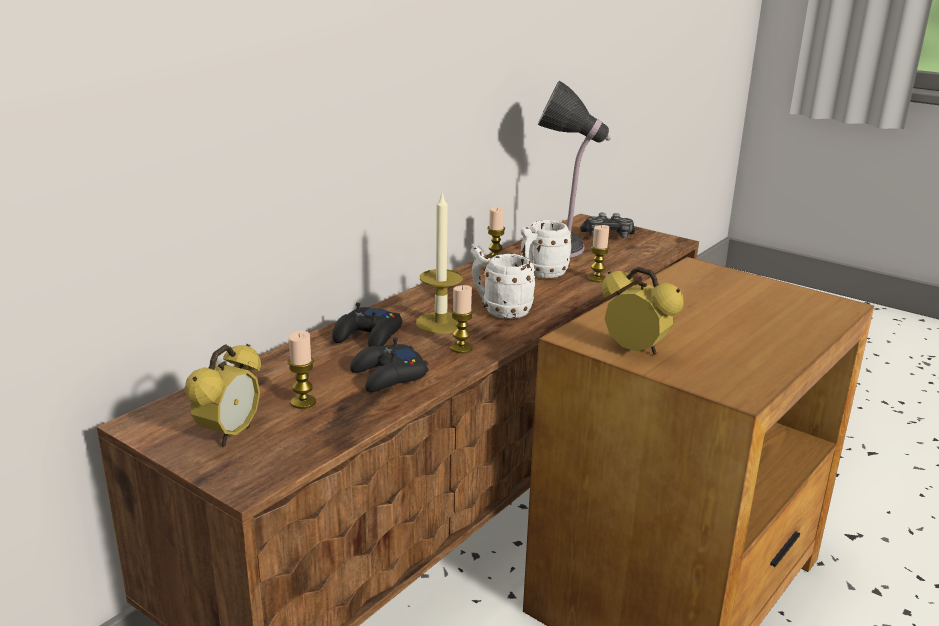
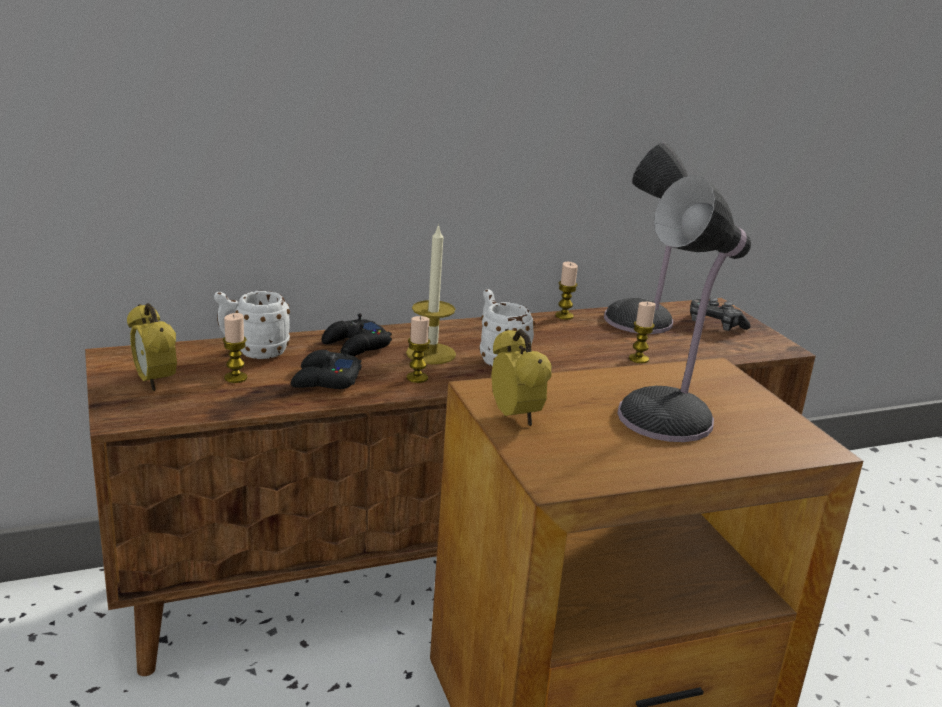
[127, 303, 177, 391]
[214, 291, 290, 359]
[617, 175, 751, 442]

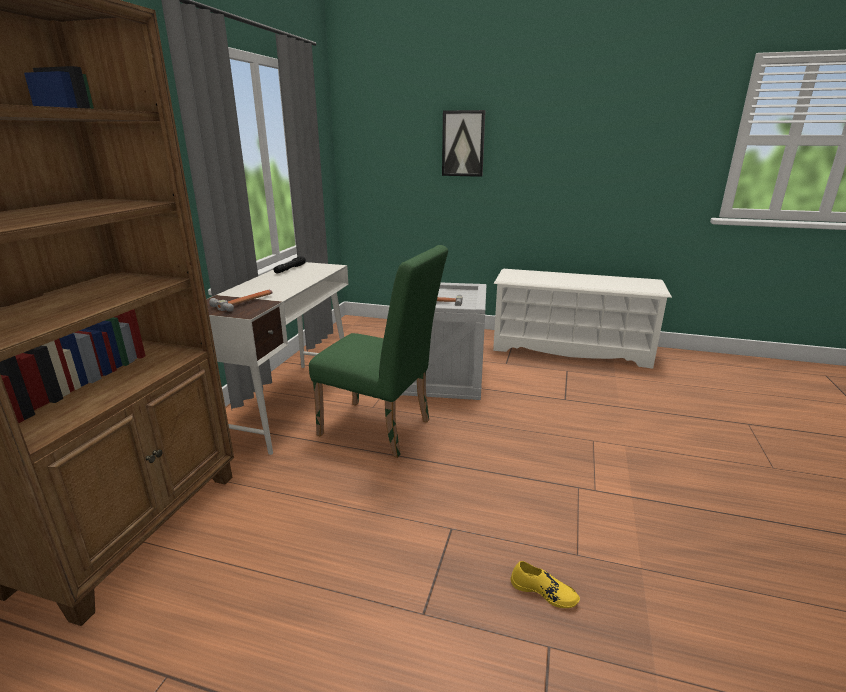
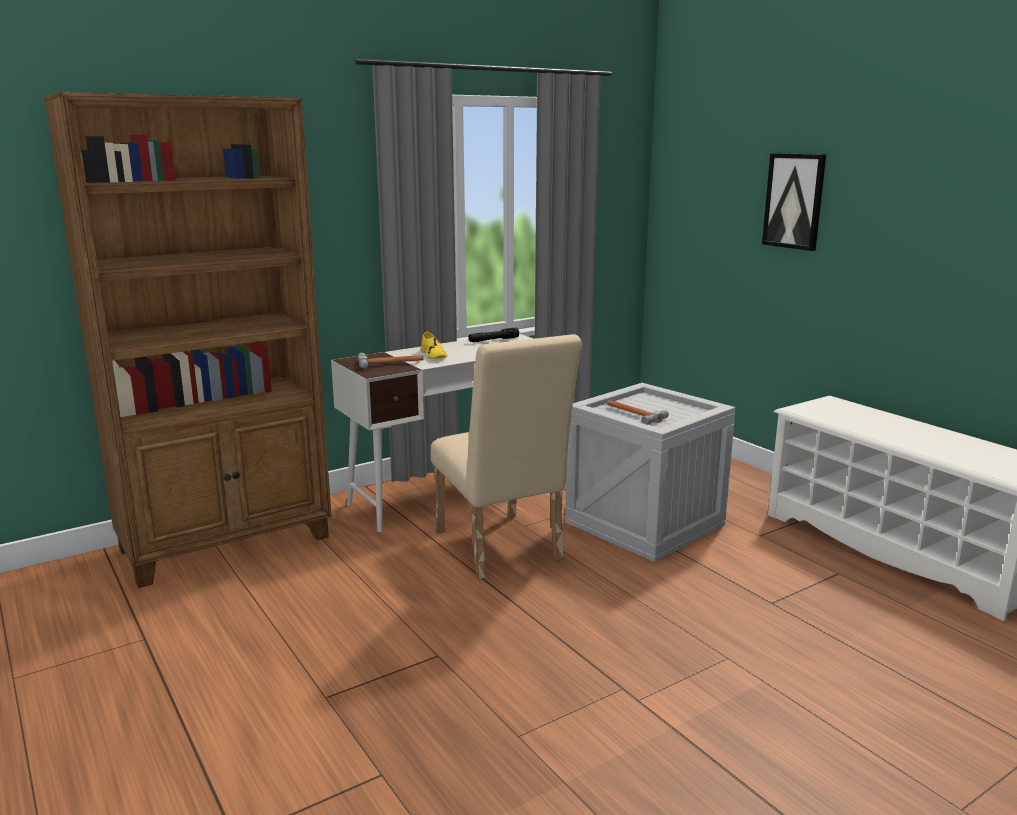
[421, 331, 447, 359]
[431, 334, 582, 579]

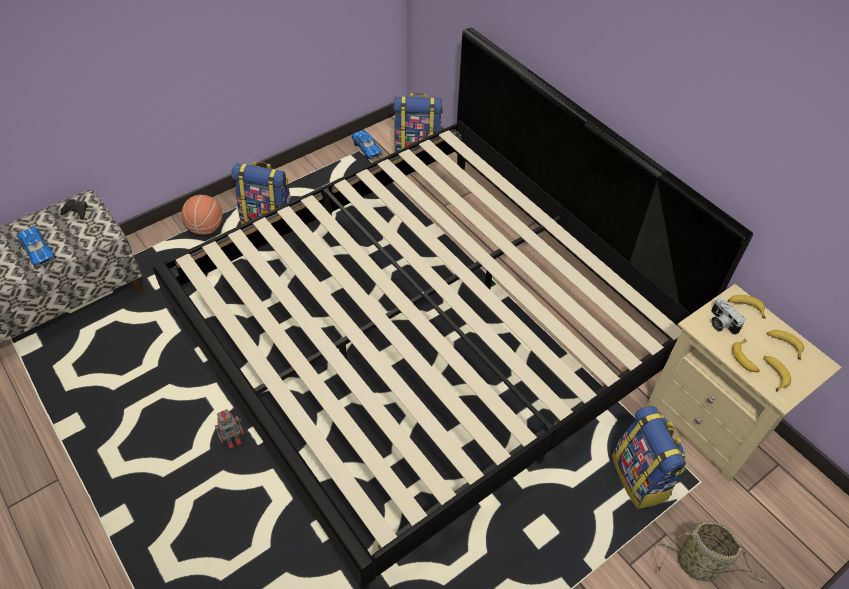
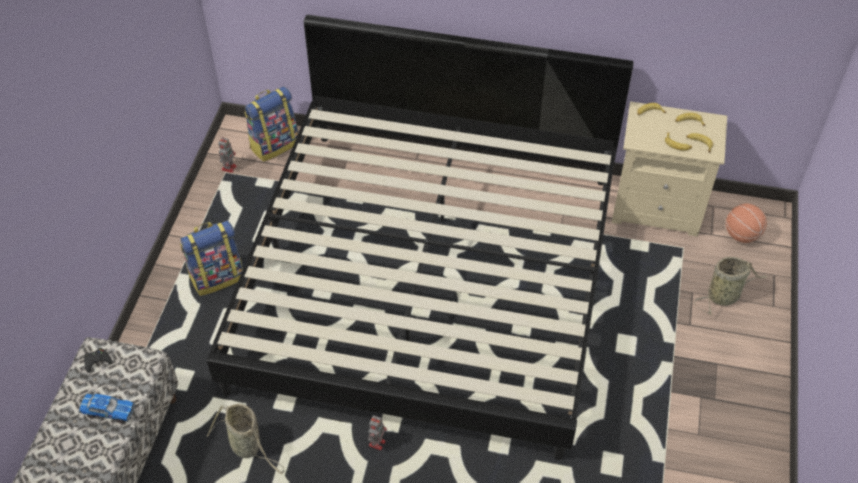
[207, 404, 285, 474]
[218, 138, 237, 173]
[726, 203, 767, 243]
[612, 406, 686, 509] (first image)
[711, 297, 745, 335] (first image)

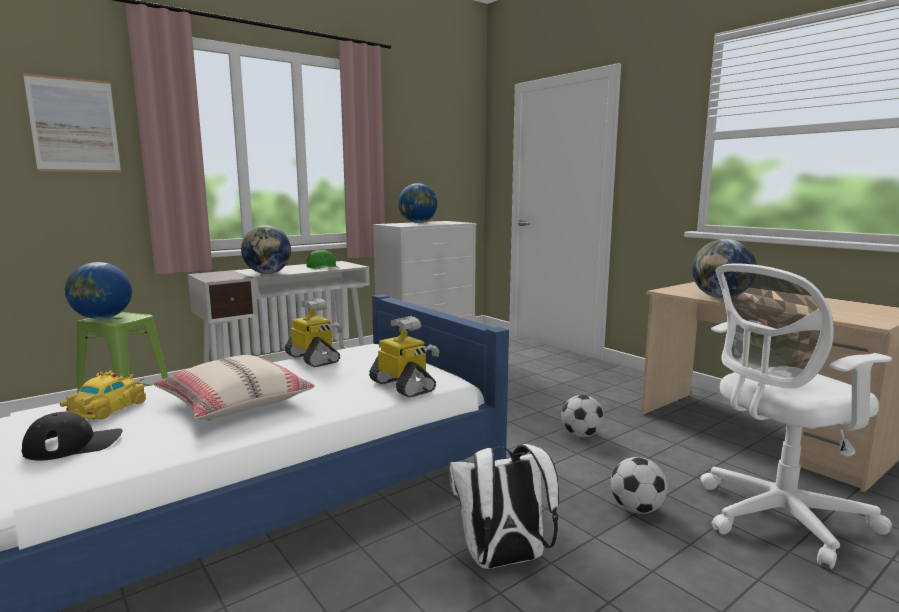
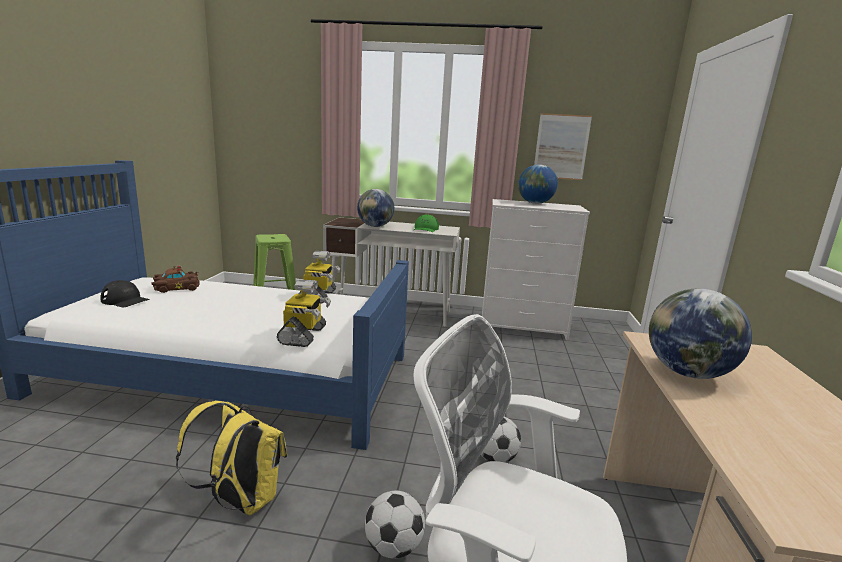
[152, 266, 200, 293]
[176, 401, 287, 515]
[534, 113, 592, 180]
[65, 262, 132, 319] (first image)
[153, 355, 315, 421] (first image)

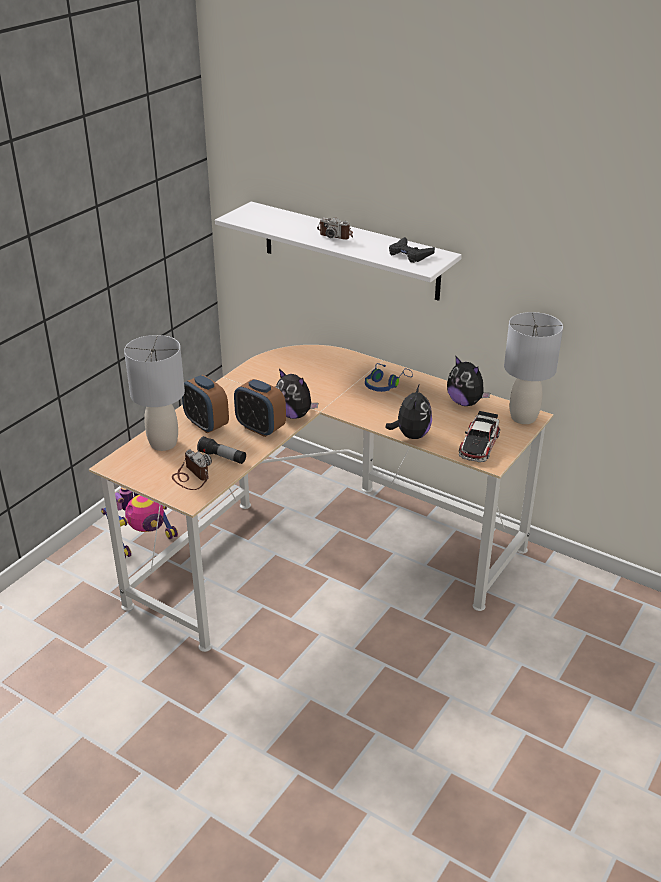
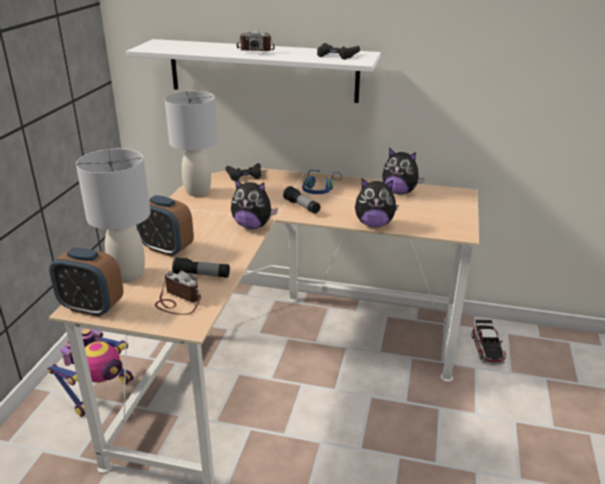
[49, 248, 123, 317]
[165, 91, 218, 196]
[226, 163, 261, 181]
[283, 186, 320, 214]
[355, 179, 399, 228]
[471, 320, 506, 365]

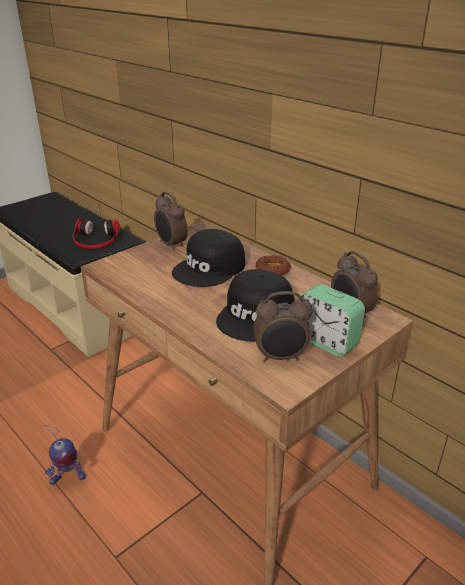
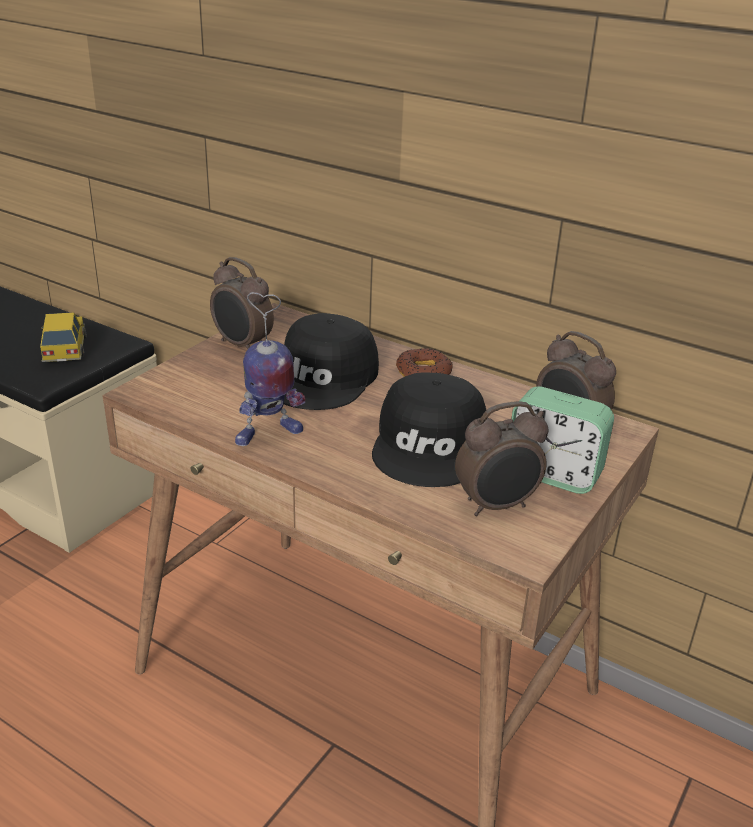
[40, 312, 86, 362]
[235, 292, 305, 446]

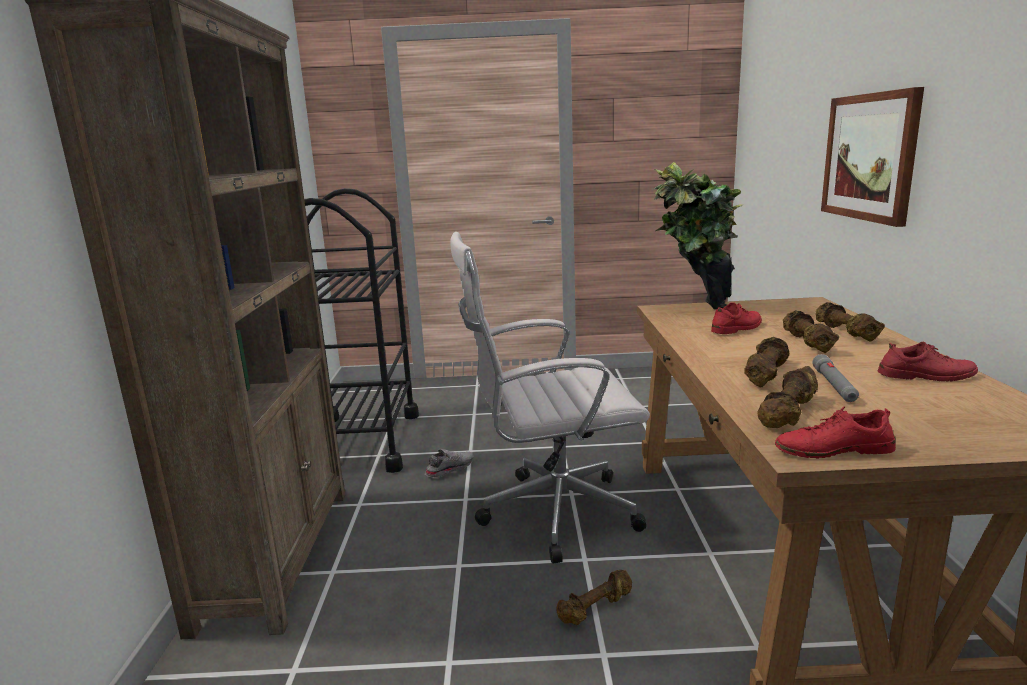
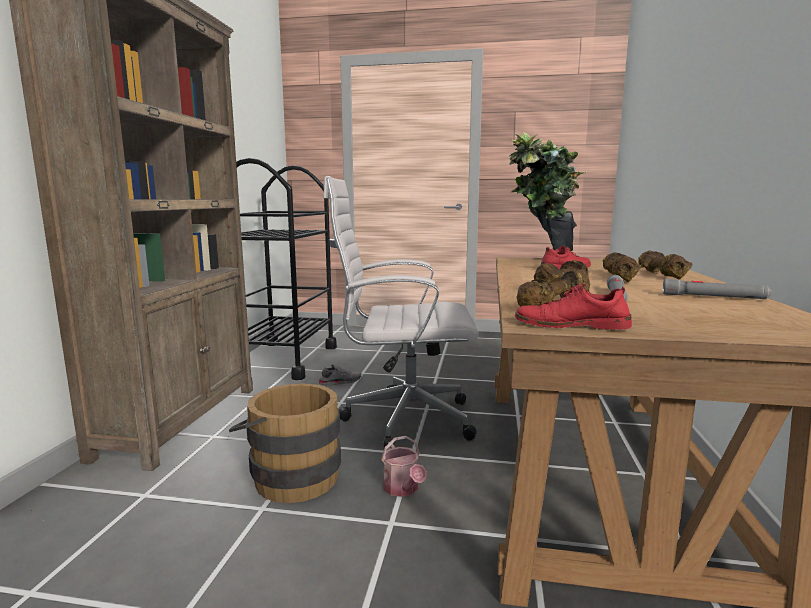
[229, 383, 341, 503]
[381, 436, 427, 497]
[663, 279, 771, 299]
[821, 87, 924, 227] (first image)

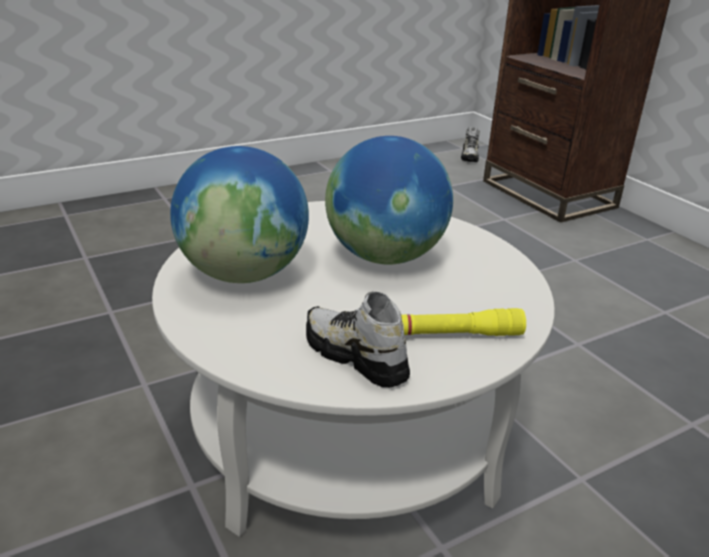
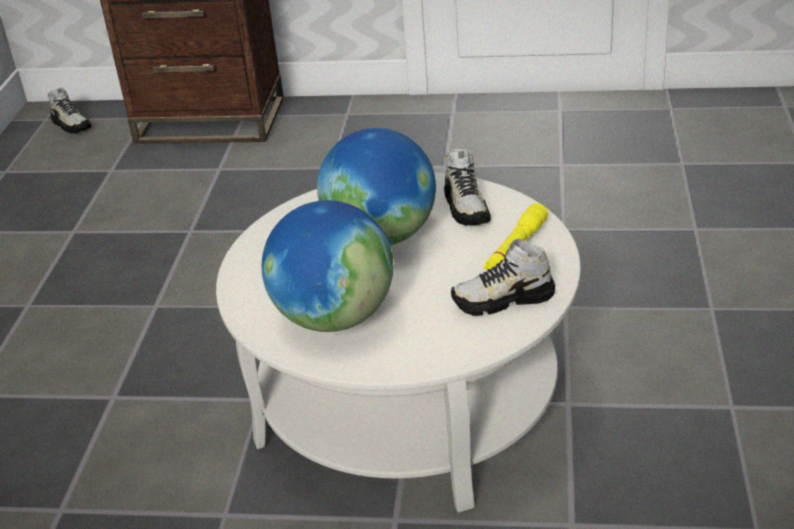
[444, 149, 491, 226]

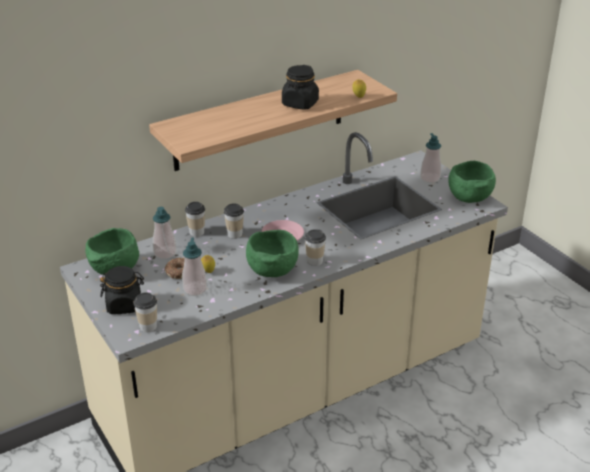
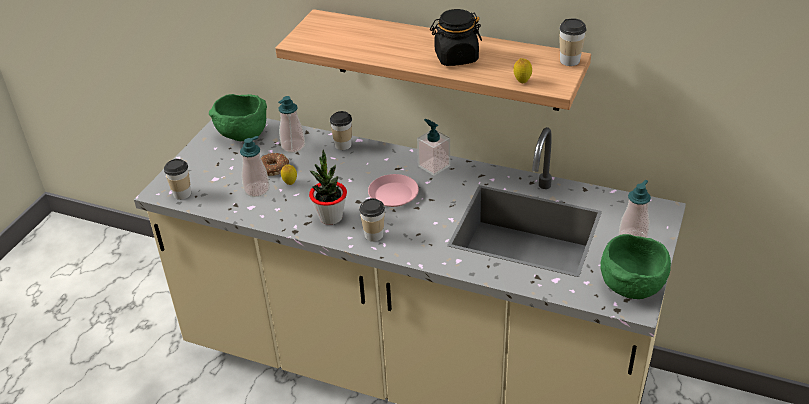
[309, 150, 347, 225]
[417, 119, 450, 176]
[559, 18, 587, 66]
[100, 266, 144, 314] (first image)

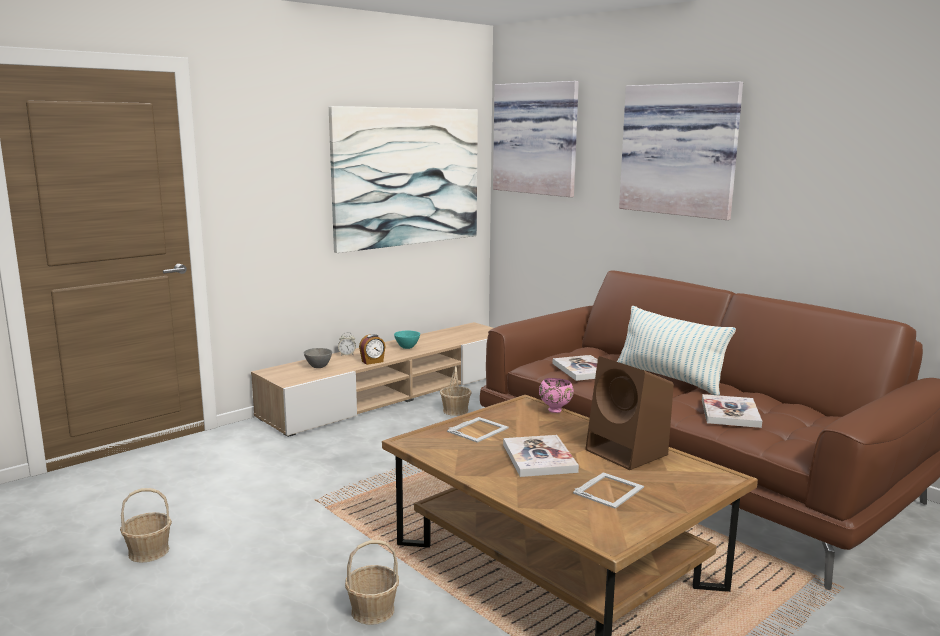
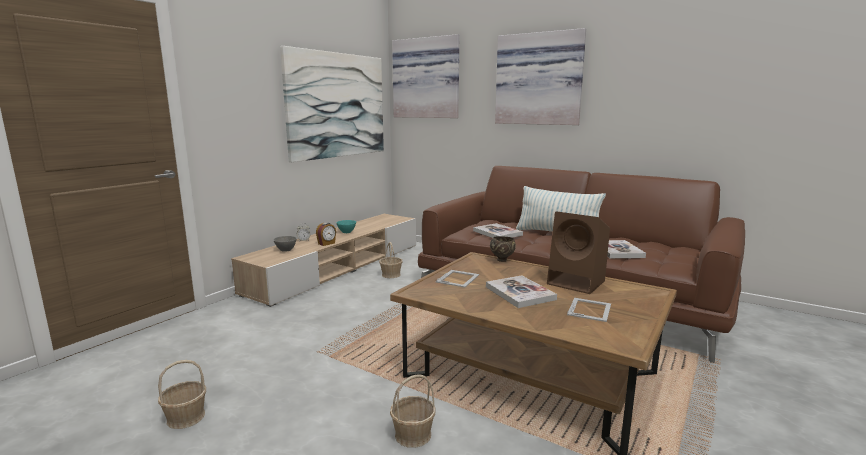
[490, 236, 516, 262]

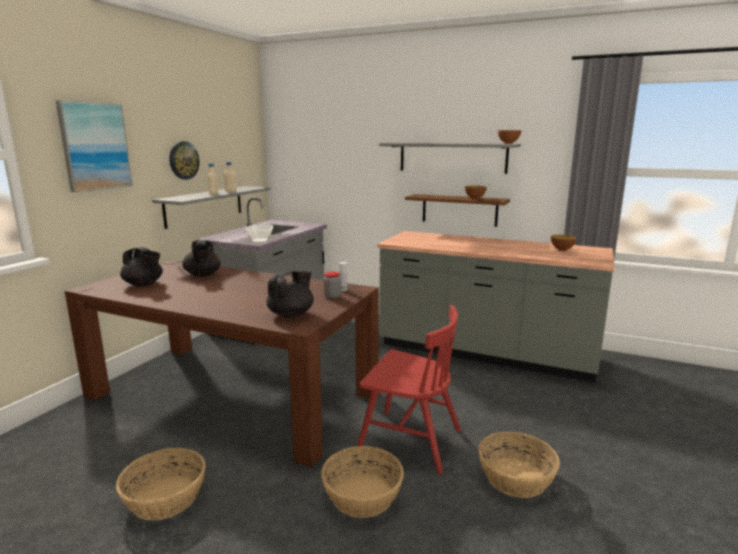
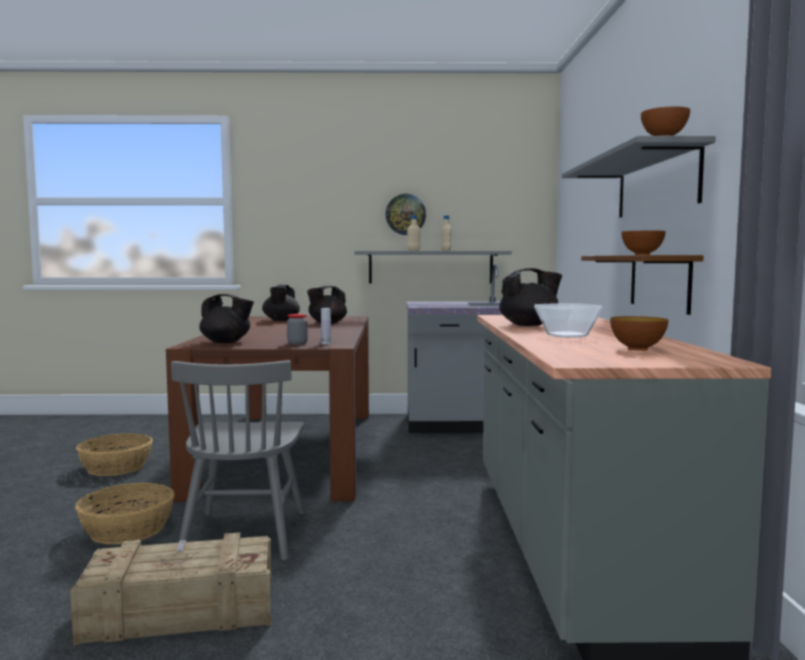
[70, 533, 272, 645]
[171, 360, 305, 561]
[499, 268, 562, 326]
[534, 303, 603, 338]
[56, 100, 133, 192] (first image)

